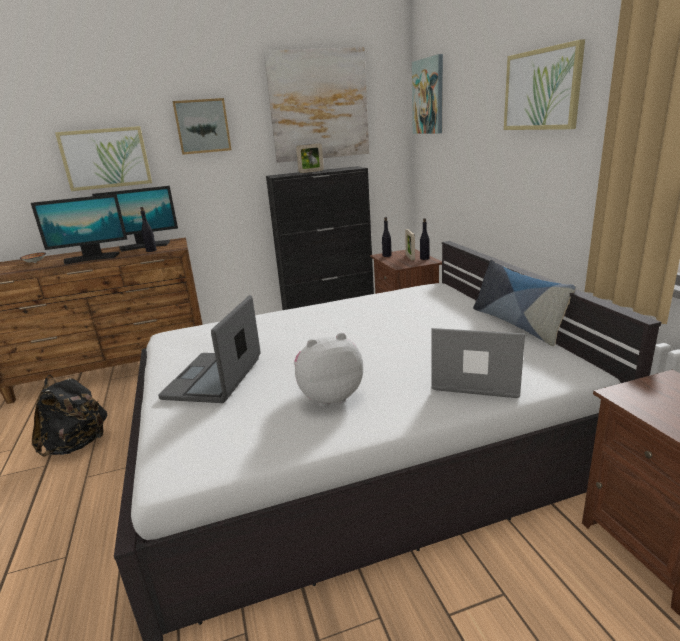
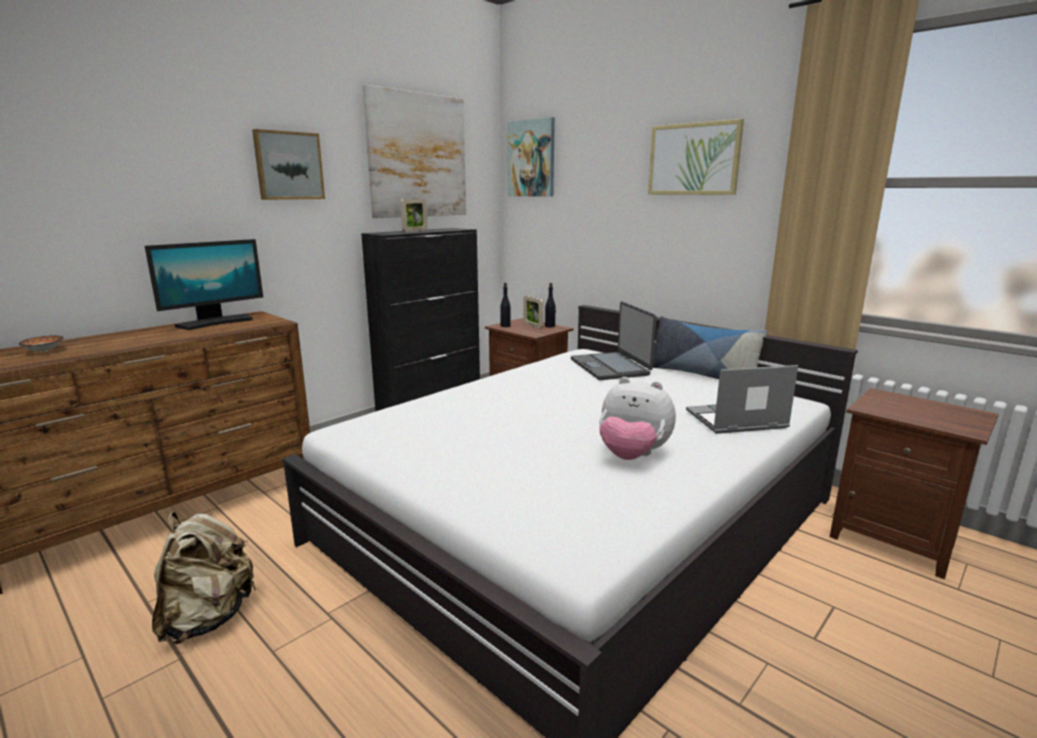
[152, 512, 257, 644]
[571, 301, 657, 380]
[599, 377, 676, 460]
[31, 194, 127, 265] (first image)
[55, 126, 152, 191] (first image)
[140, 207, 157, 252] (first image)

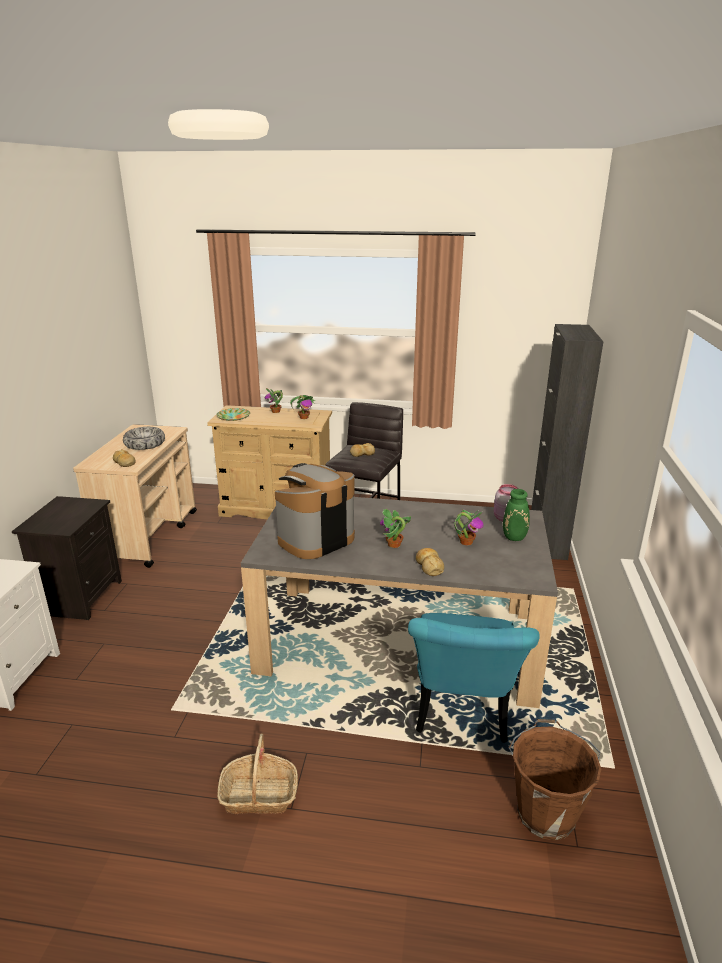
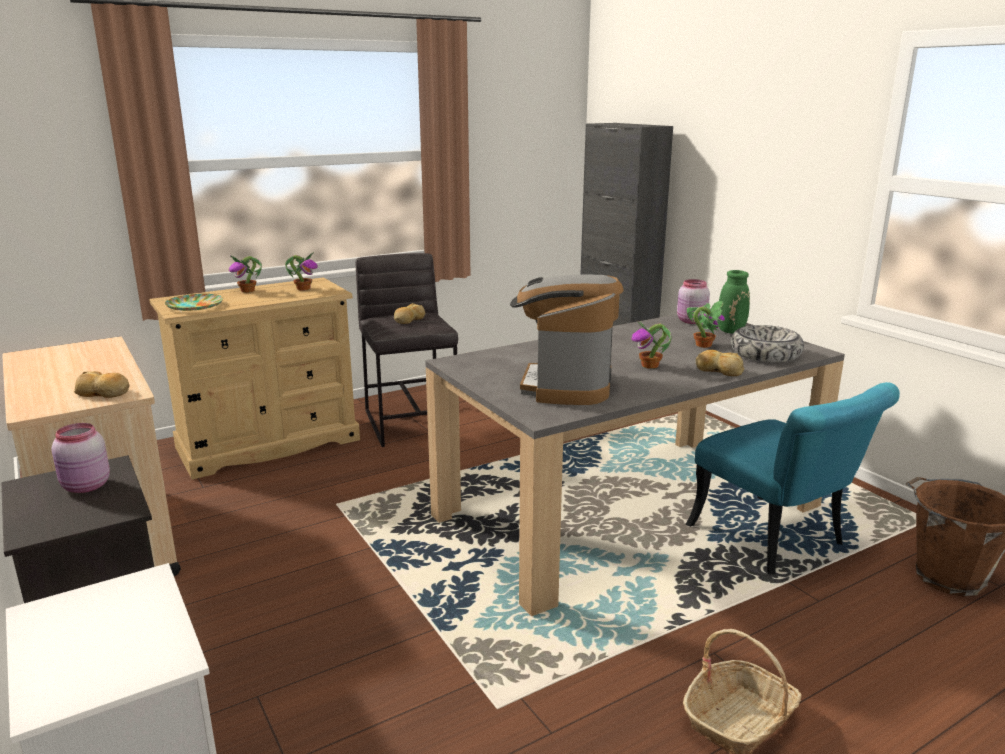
[51, 423, 110, 493]
[731, 325, 804, 362]

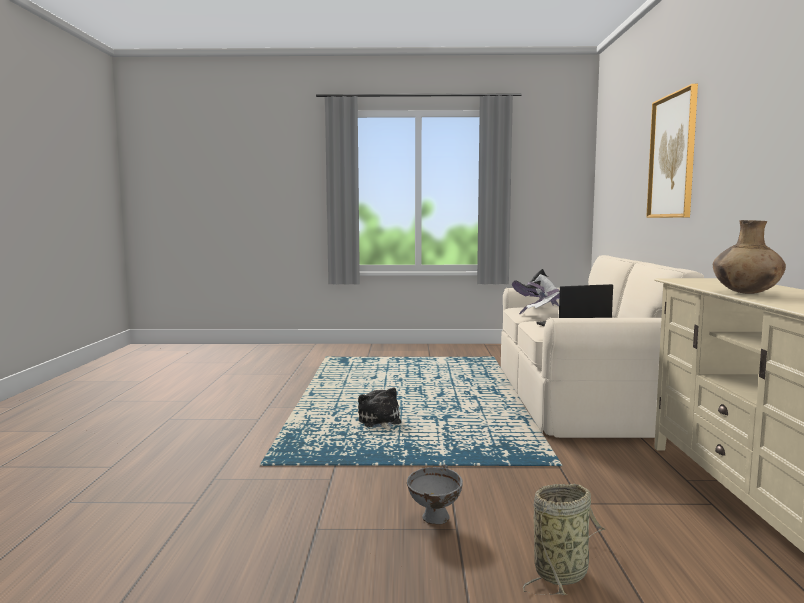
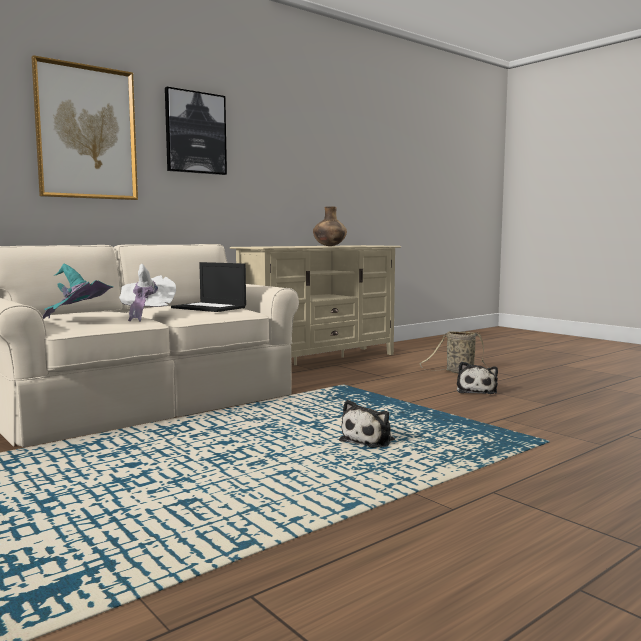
[43, 264, 113, 319]
[165, 87, 227, 175]
[457, 362, 498, 394]

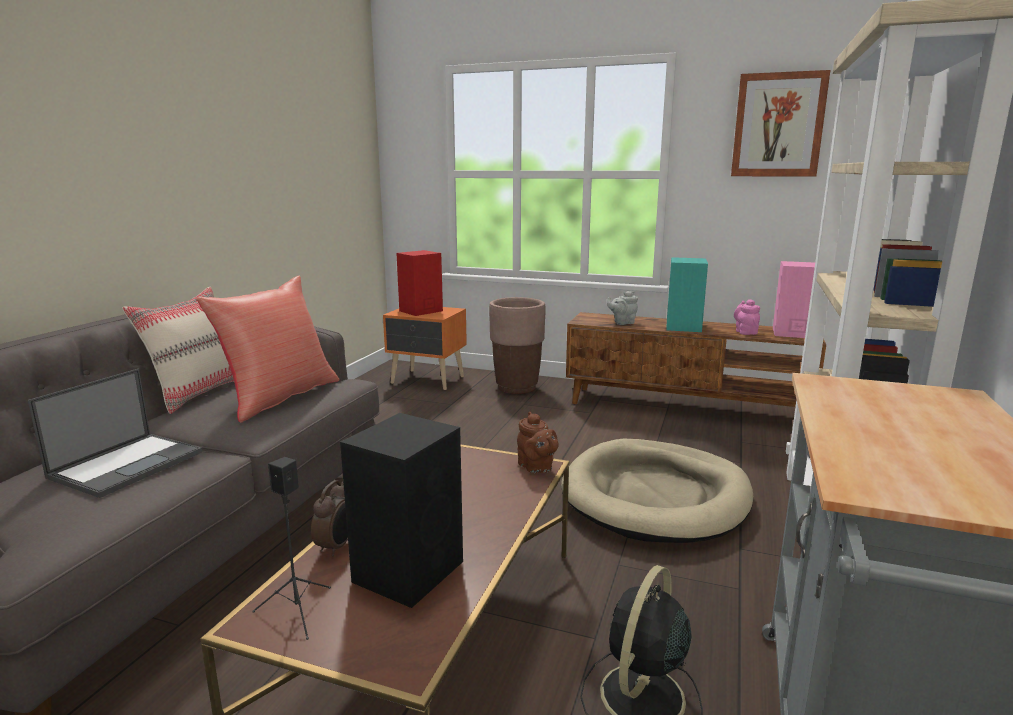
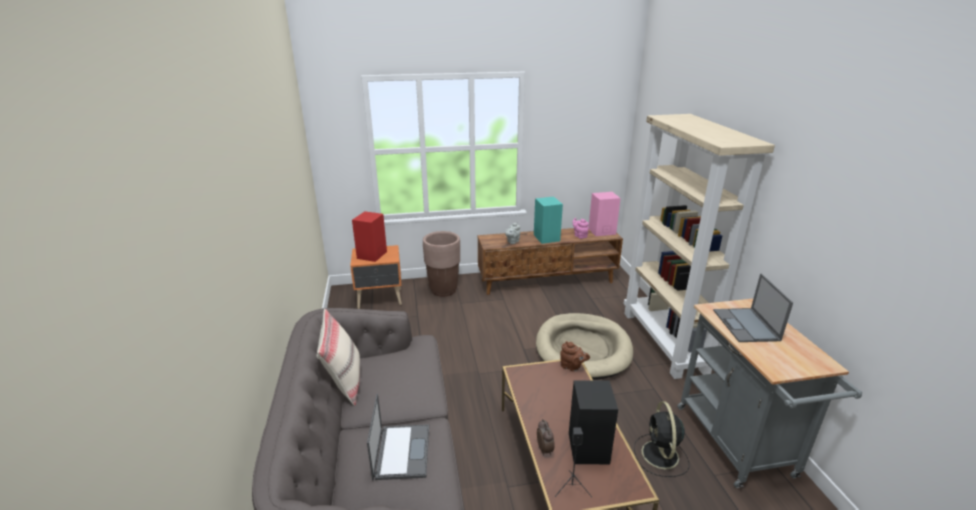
[713, 274, 793, 342]
[196, 275, 340, 423] (first image)
[731, 70, 830, 177] (first image)

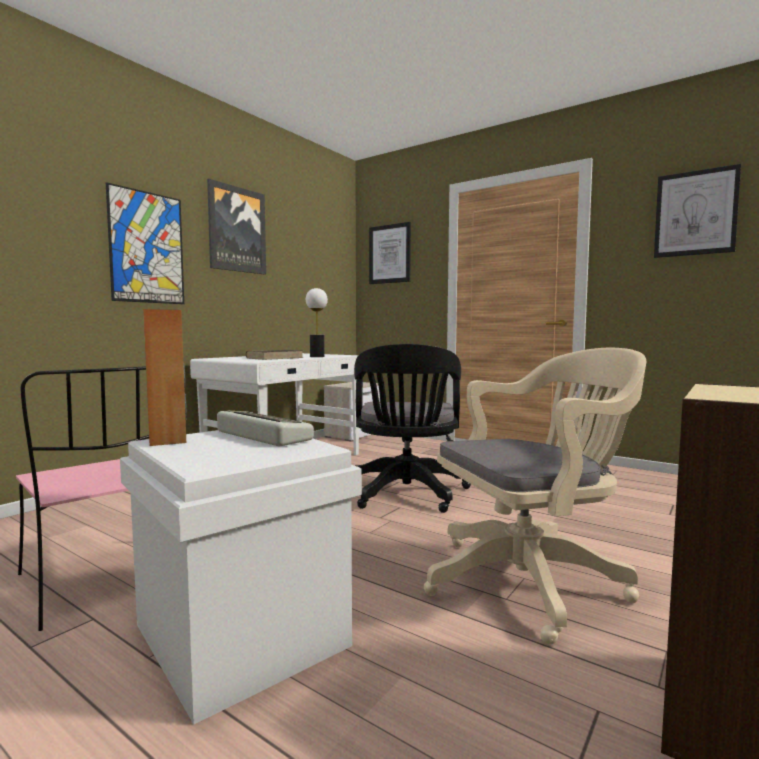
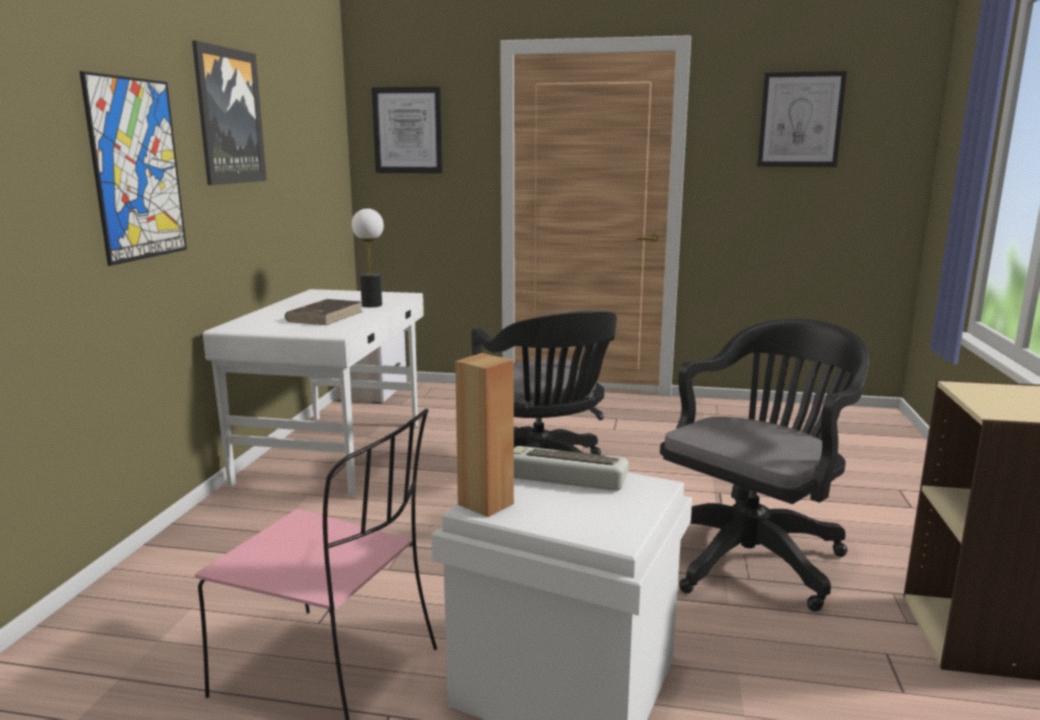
[660, 319, 869, 612]

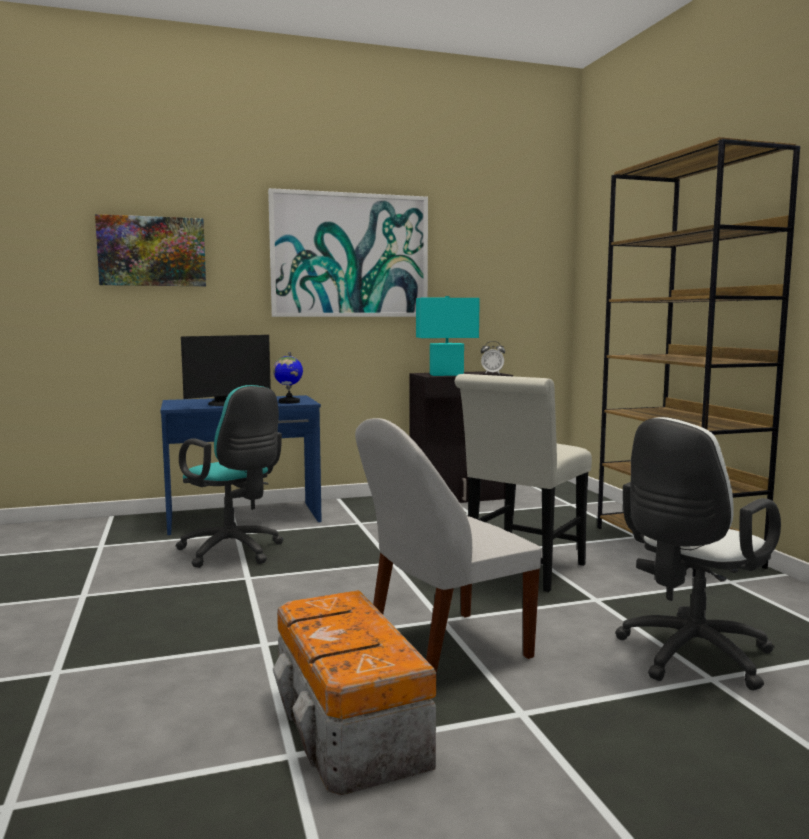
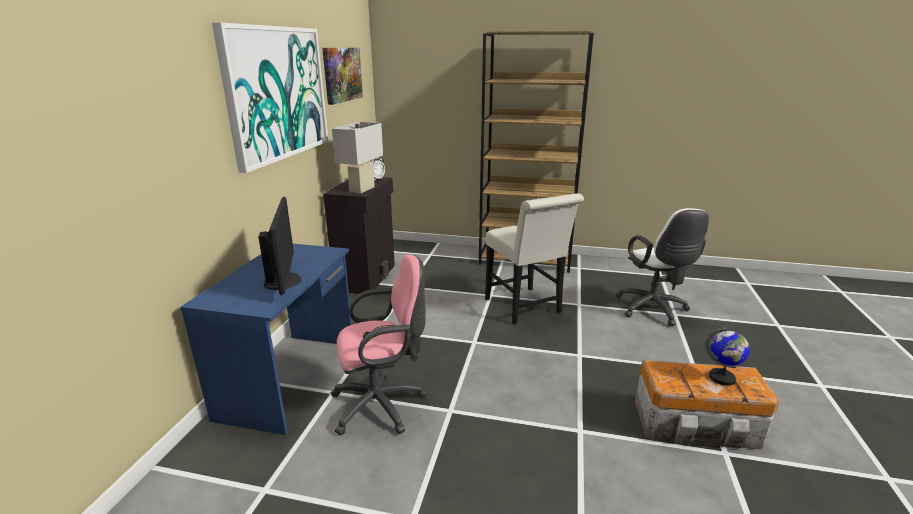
[322, 48, 363, 105]
[331, 255, 427, 435]
[332, 122, 383, 194]
[705, 327, 750, 386]
[355, 418, 541, 674] (first image)

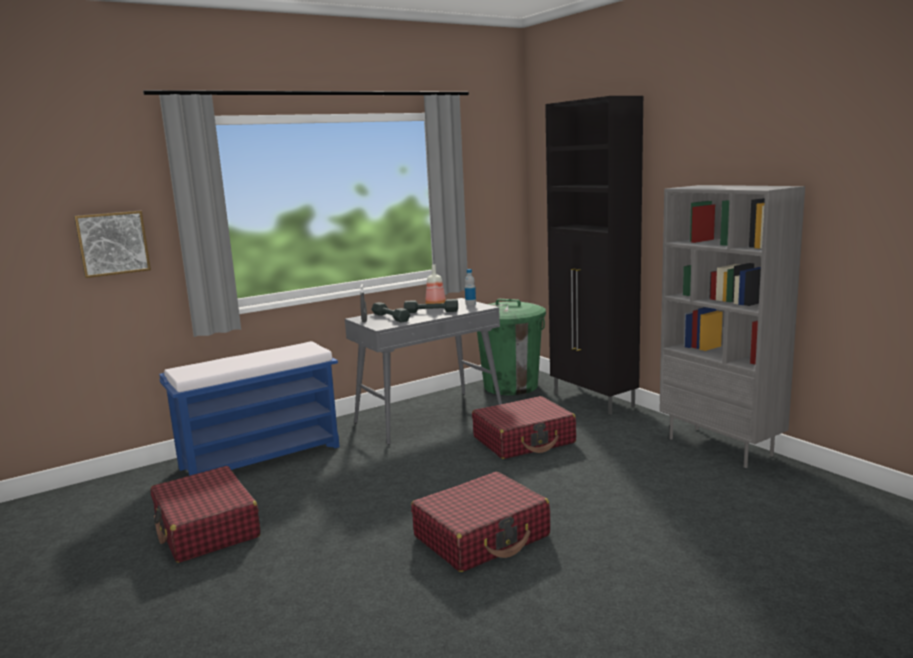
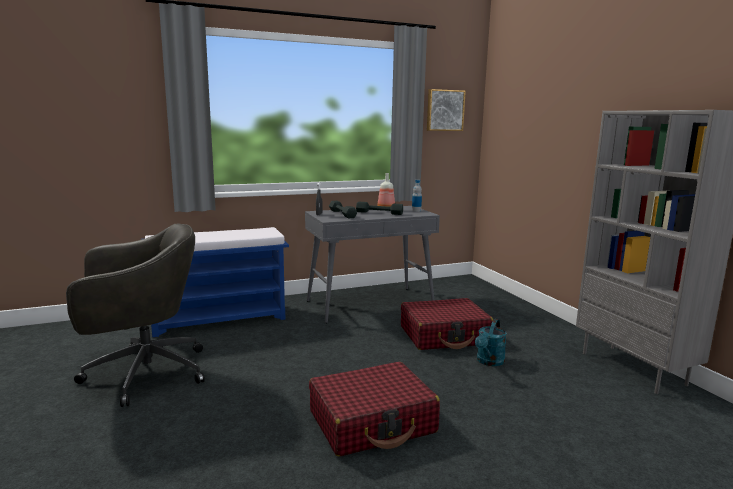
[66, 224, 205, 407]
[427, 89, 466, 131]
[475, 319, 507, 366]
[477, 299, 546, 395] (first image)
[545, 96, 643, 415] (first image)

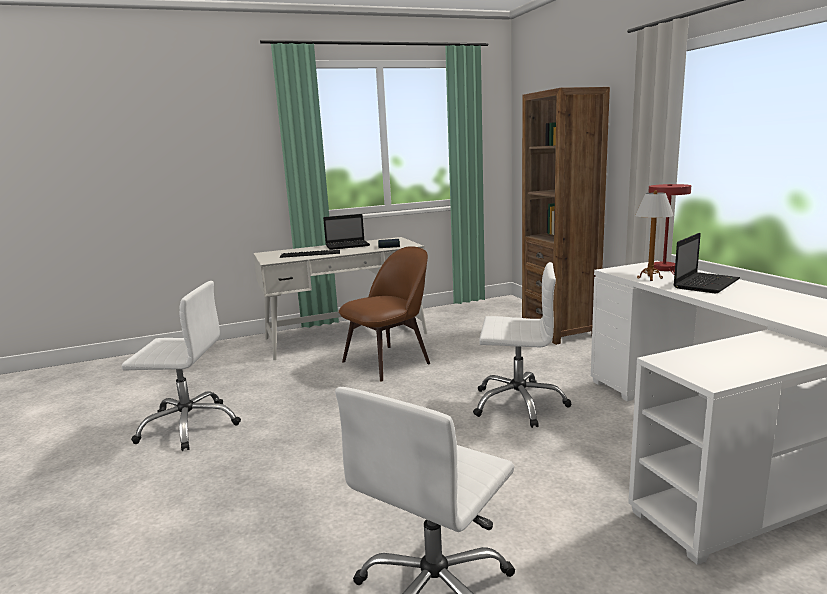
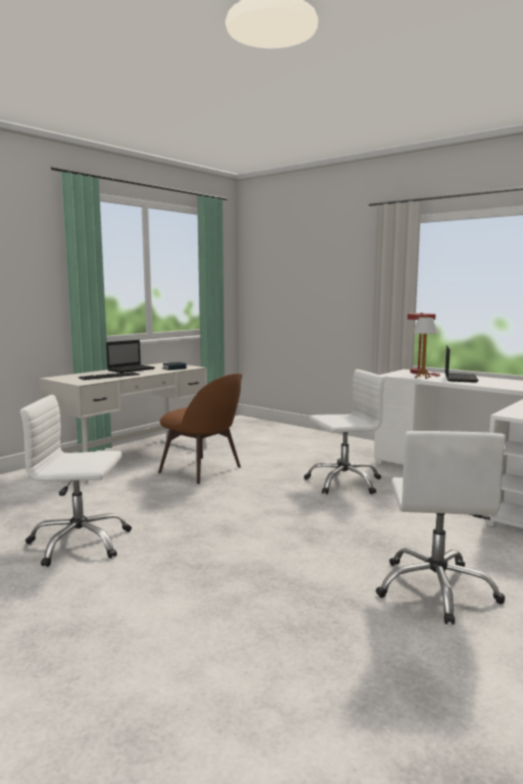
[20, 395, 132, 567]
[158, 373, 242, 484]
[522, 87, 610, 345] (first image)

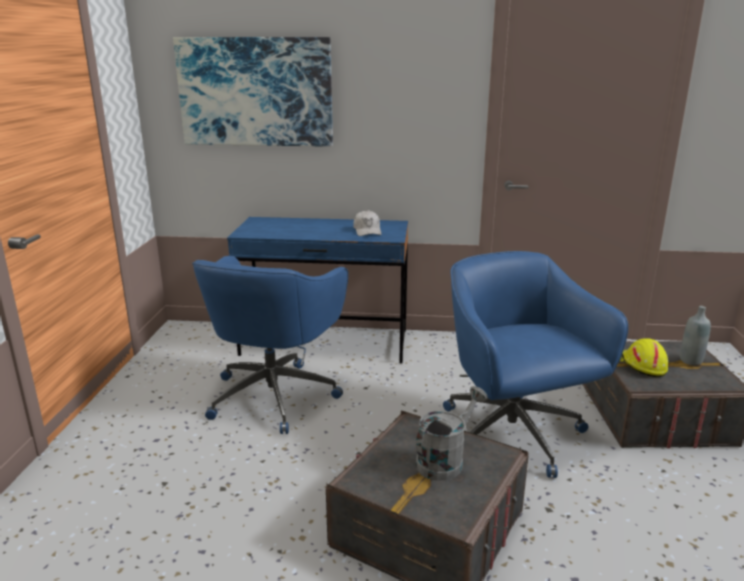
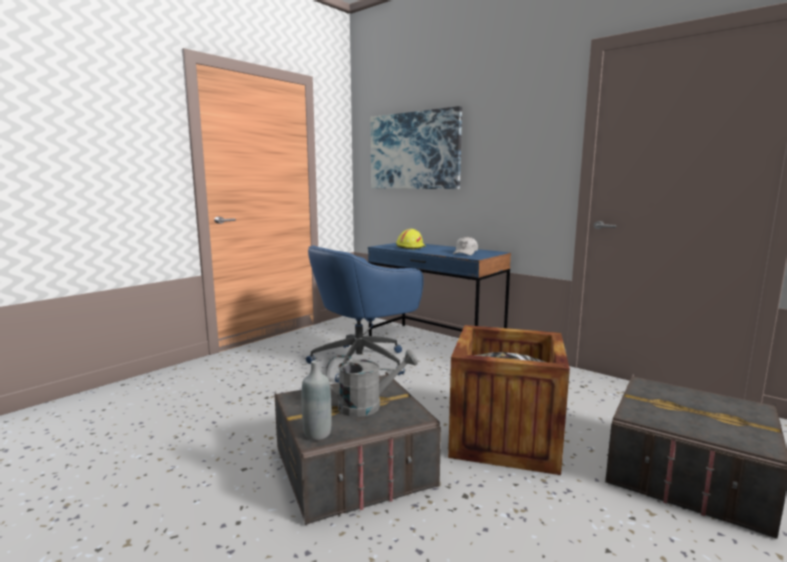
[301, 360, 332, 440]
[396, 229, 425, 250]
[448, 325, 570, 475]

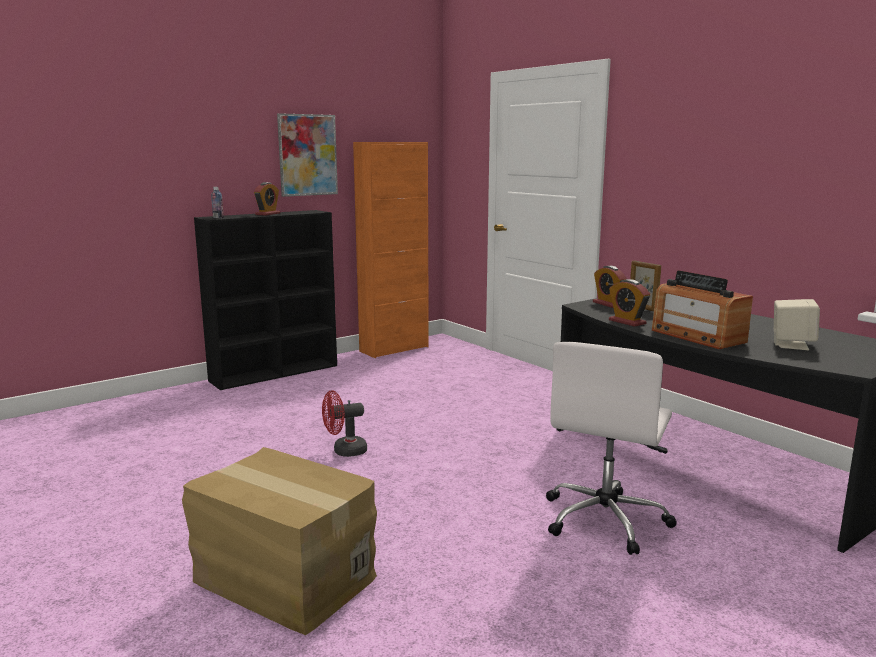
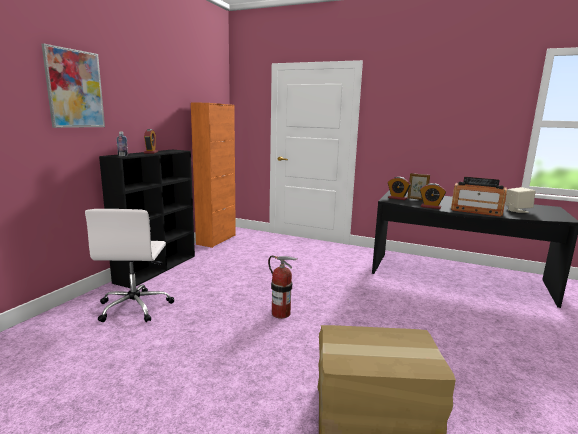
[42, 44, 105, 128]
[85, 209, 174, 322]
[268, 256, 298, 319]

